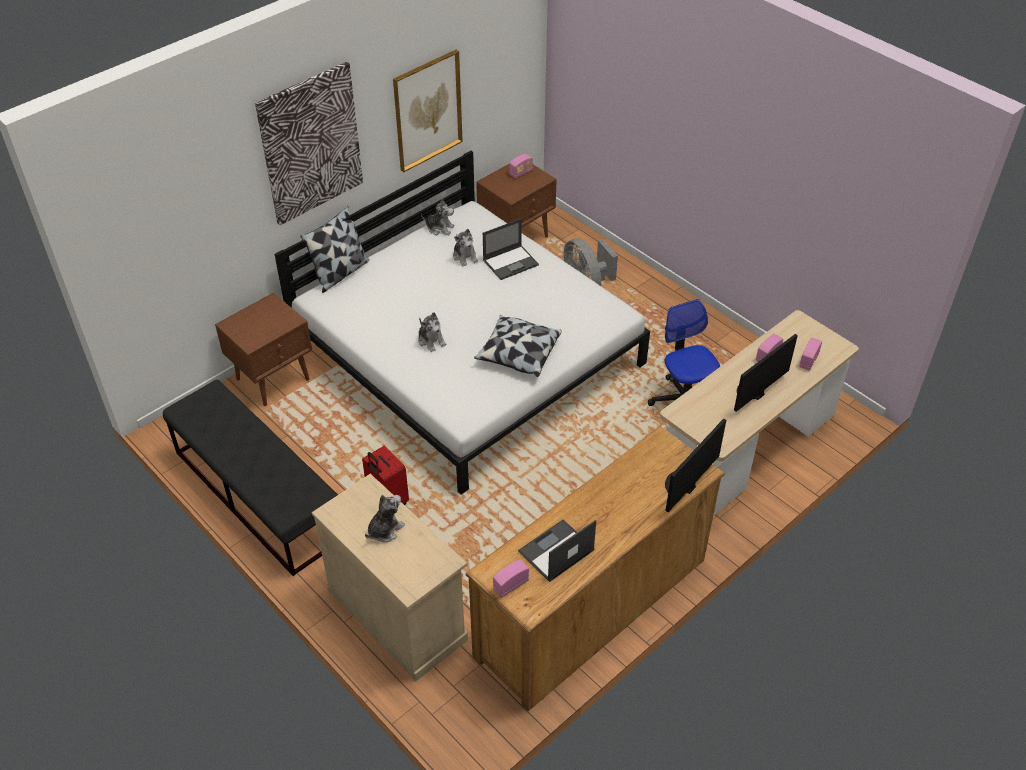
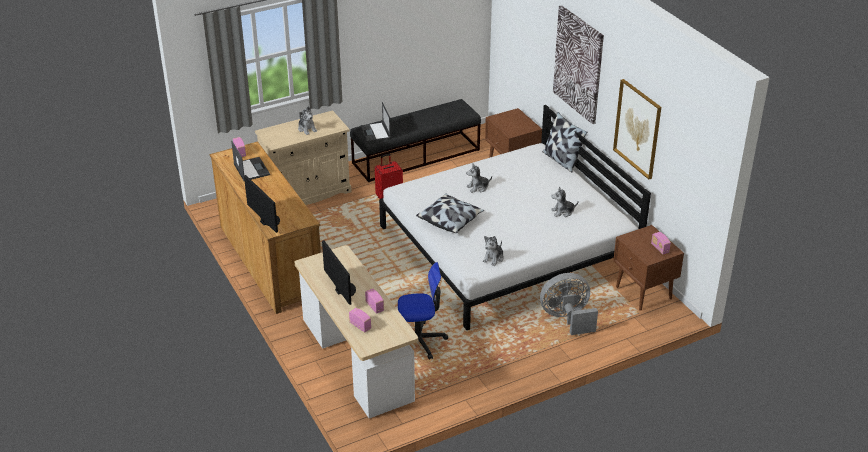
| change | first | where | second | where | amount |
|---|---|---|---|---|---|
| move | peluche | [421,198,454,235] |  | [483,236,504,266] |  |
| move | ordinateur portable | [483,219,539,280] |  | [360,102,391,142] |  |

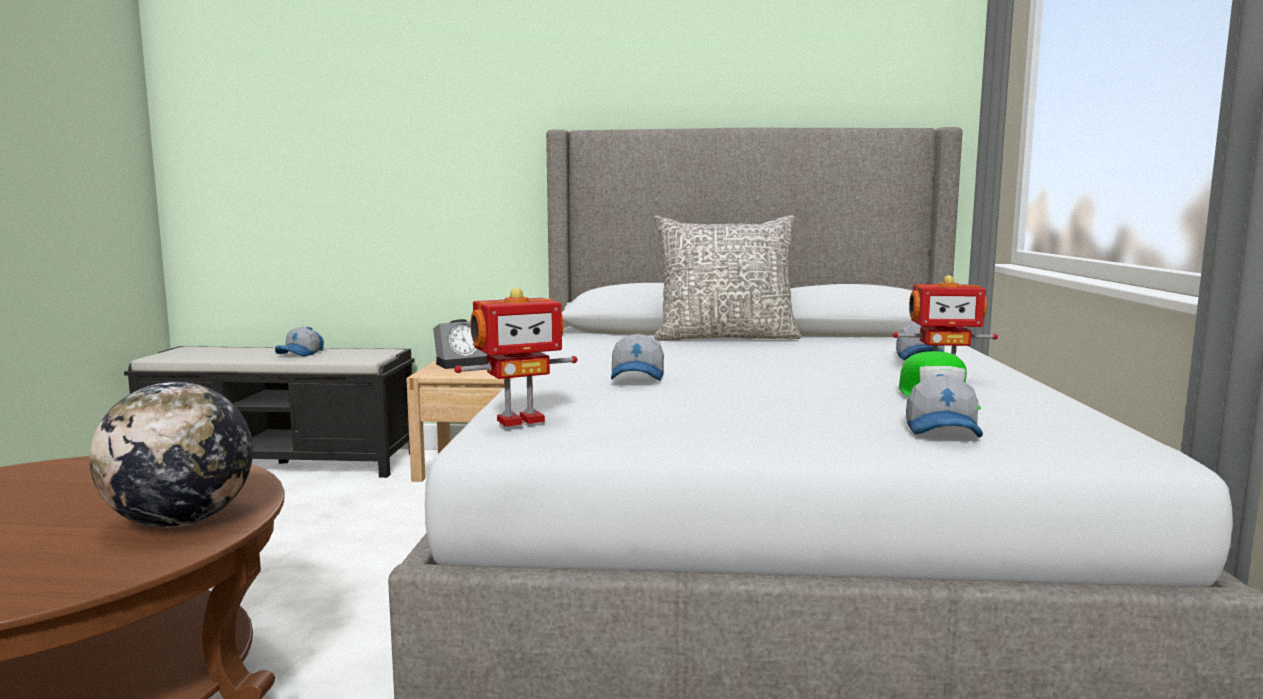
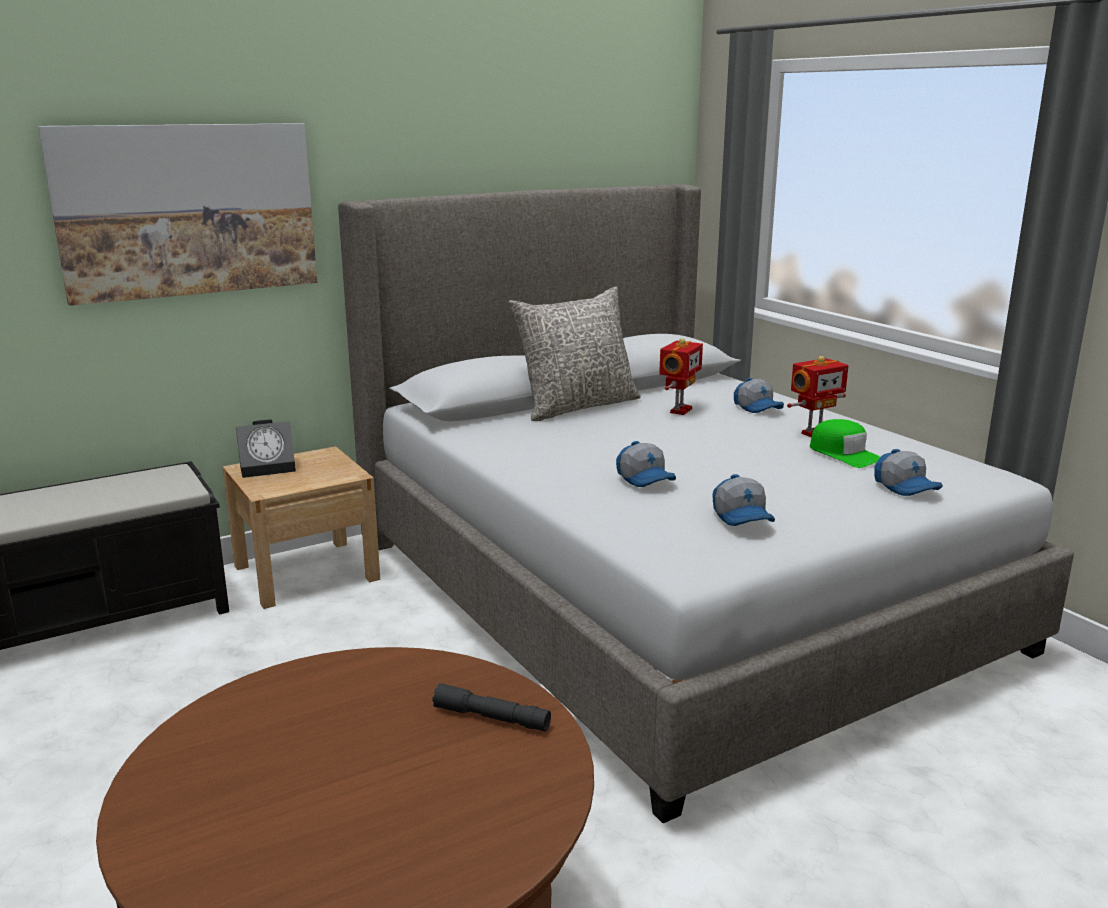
| change | first | where | second | where | amount |
|---|---|---|---|---|---|
| move | robot jouet | [454,288,578,427] |  | [659,338,703,415] |  |
| rotate | réveil | [433,319,488,369] |  | [236,420,296,478] | 45 degrees clockwise |
| move | casquette | [275,327,324,356] |  | [712,474,775,526] |  |
| replace | globe | [89,382,253,527] | lampe de poche [gris] | [432,683,551,731] |  |
| insert |  |  | tableau | [38,123,317,306] |  |

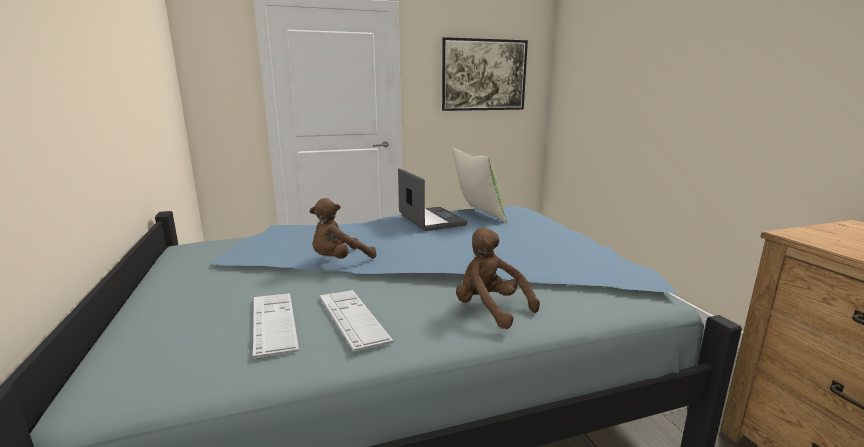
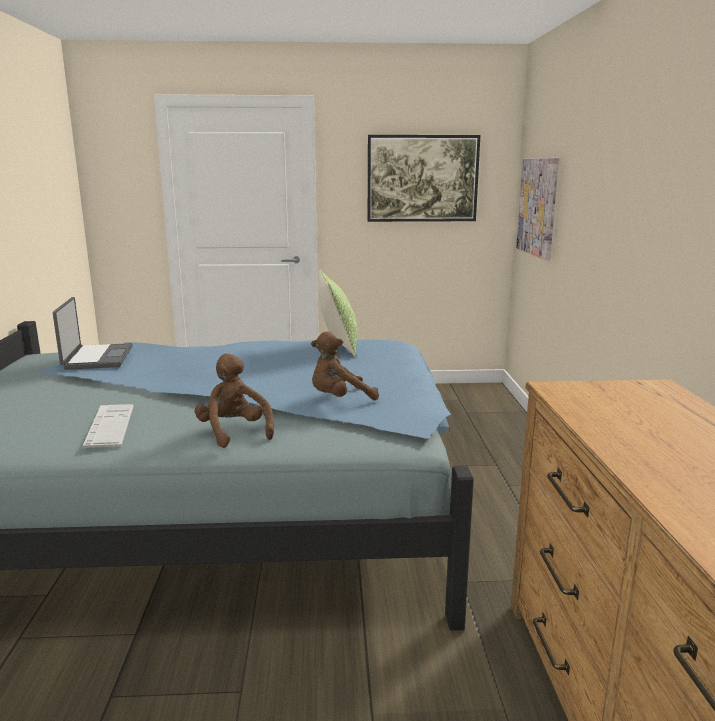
| change | first | where | second | where | amount |
|---|---|---|---|---|---|
| move | ordinateur portable | [398,168,467,231] |  | [53,297,133,370] |  |
| move | peluche [marron] | [309,198,377,259] |  | [311,332,379,400] |  |
| delete | clavier | [253,293,299,358] |  |  |  |
| insert |  |  | tableau | [516,158,559,260] |  |

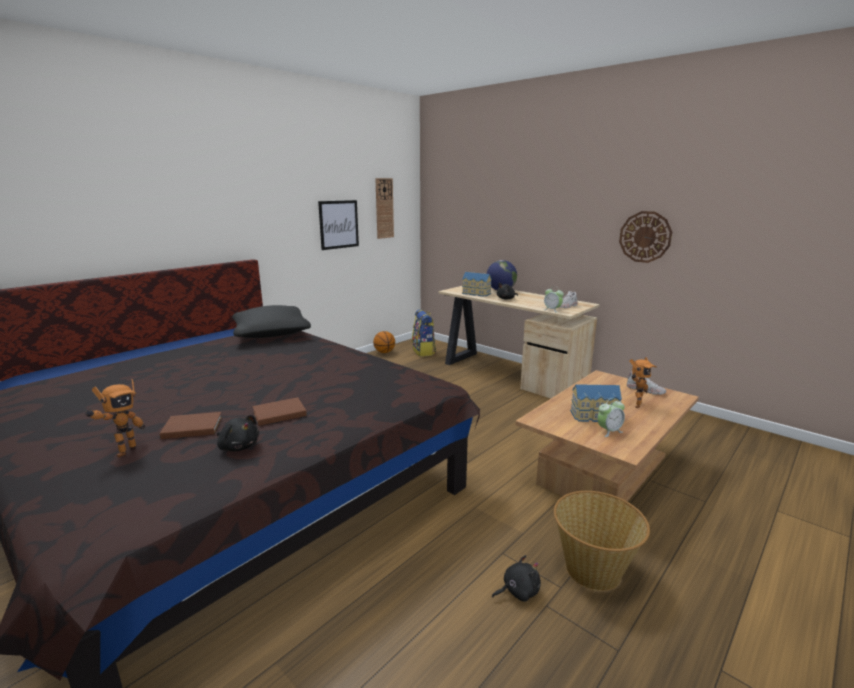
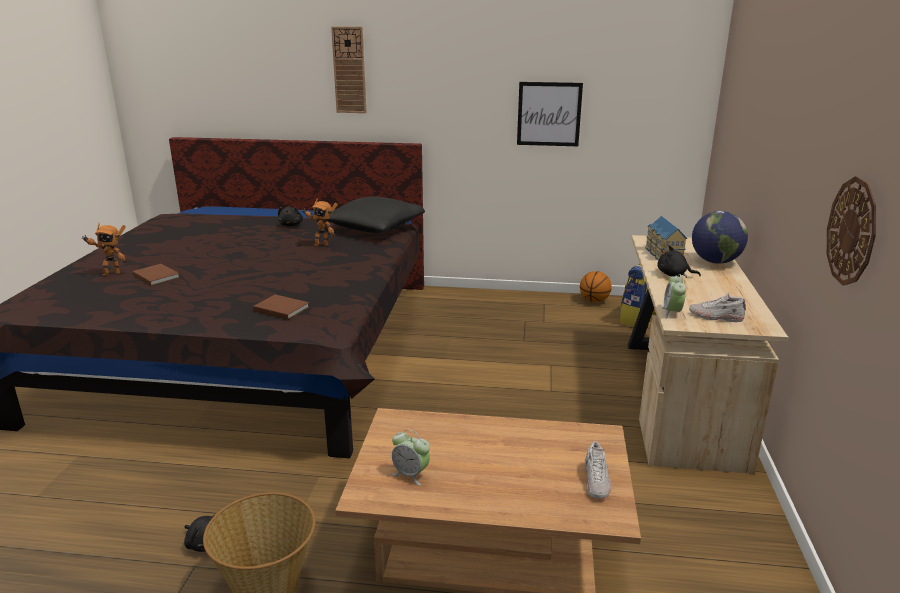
| change | first | where | second | where | amount |
|---|---|---|---|---|---|
| move | horloge murale | [375,178,394,239] |  | [331,26,367,113] |  |
| move | robot jouet | [629,357,657,408] |  | [301,198,338,247] |  |
| delete | maison miniature | [570,384,622,422] |  |  |  |
| move | livre [marron] | [252,397,307,426] |  | [253,295,309,320] |  |
| move | peluche [noir] | [217,415,259,451] |  | [278,207,303,226] |  |

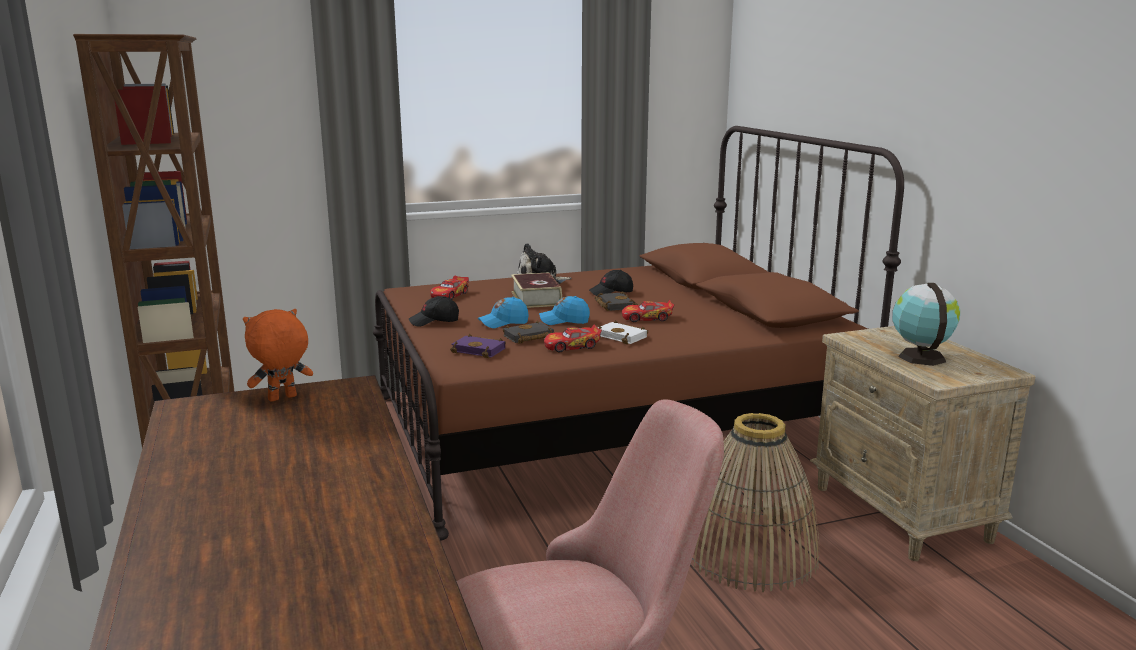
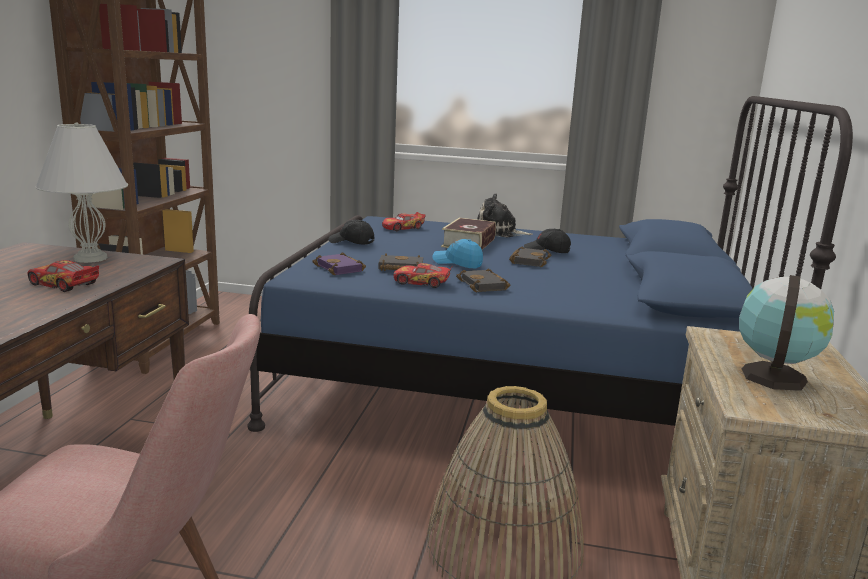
| change | first | where | second | where | amount |
|---|---|---|---|---|---|
| recolor | lit [marron] | [373,126,904,541] | lit [bleu] | [248,96,853,432] |  |
| delete | casquette [bleu] | [478,297,528,328] |  |  |  |
| move | petite voiture | [622,300,674,322] |  | [27,260,99,292] |  |
| replace | peluche [orange] | [243,309,313,402] | lampe de table [blanc] | [35,122,128,263] |  |
| recolor | livre [blanc] | [598,320,648,344] | livre [noir] | [456,268,510,292] |  |

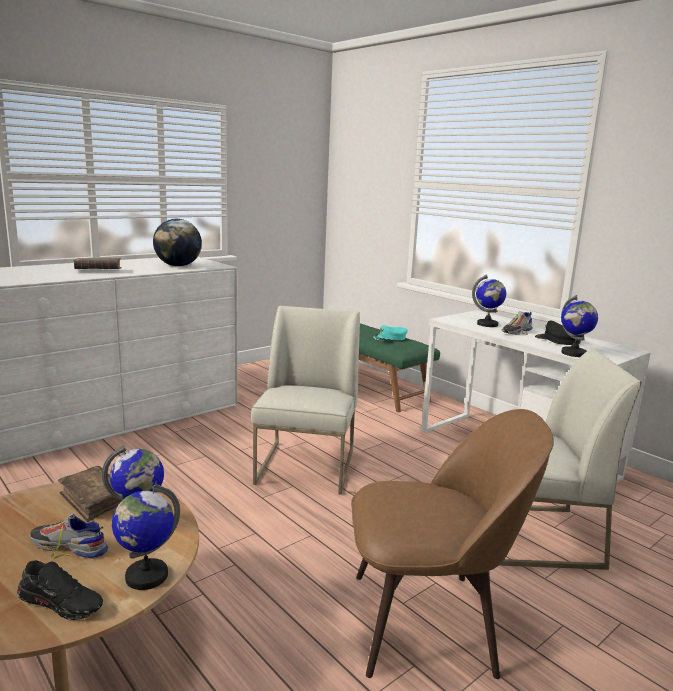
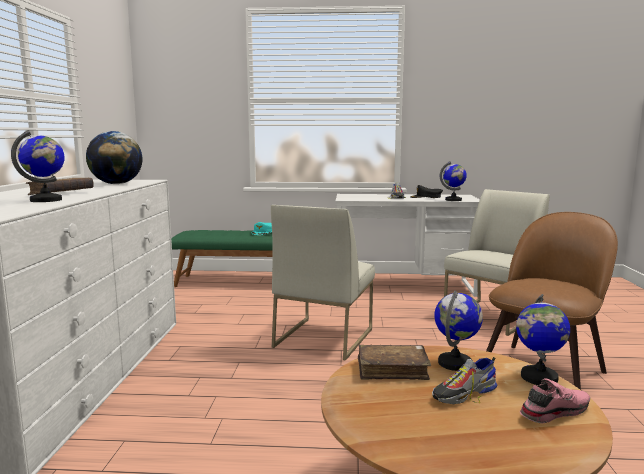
| change | first | where | second | where | amount |
|---|---|---|---|---|---|
| move | globe | [472,275,506,327] |  | [11,130,64,202] |  |
| rotate | chaise [blanc] | [251,306,360,495] |  | [271,205,375,360] | 120 degrees counterclockwise |
| recolor | chaussure [noir] | [17,561,103,620] | chaussure [rose] | [520,378,590,423] |  |

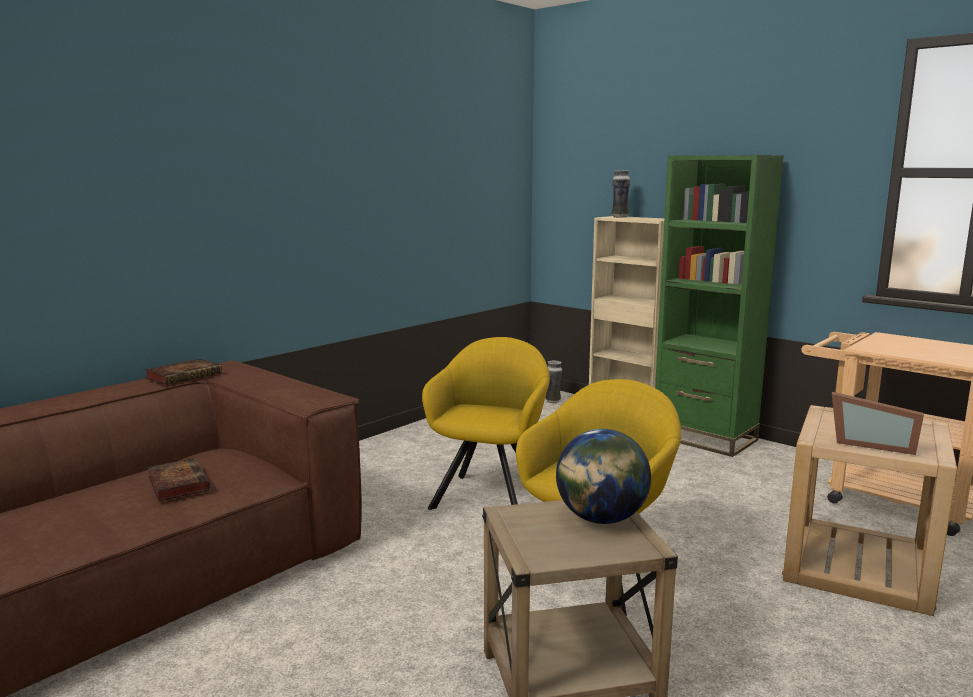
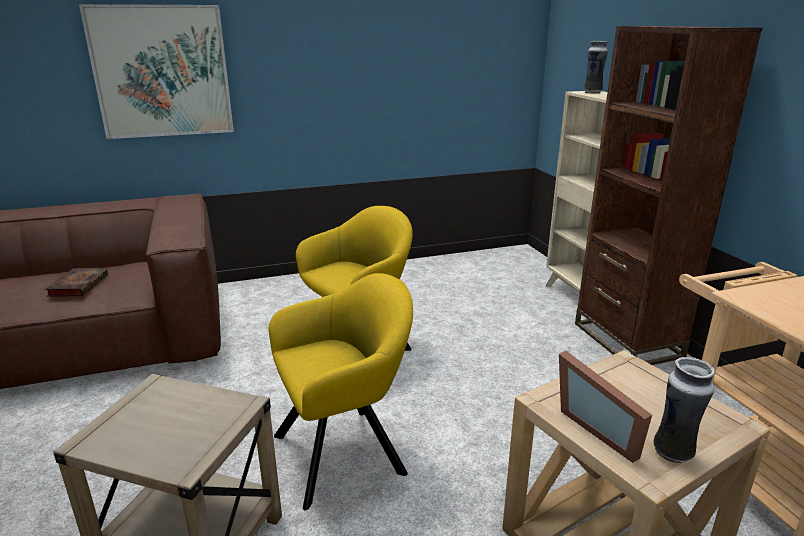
| change | first | where | second | where | amount |
|---|---|---|---|---|---|
| recolor | bibliothèque [vert] | [655,155,784,457] | bibliothèque [marron] | [575,26,763,365] |  |
| delete | livre | [145,359,222,385] |  |  |  |
| move | vase | [545,360,562,403] |  | [654,357,715,463] |  |
| delete | globe | [556,429,651,524] |  |  |  |
| insert |  |  | tableau | [79,4,234,139] |  |

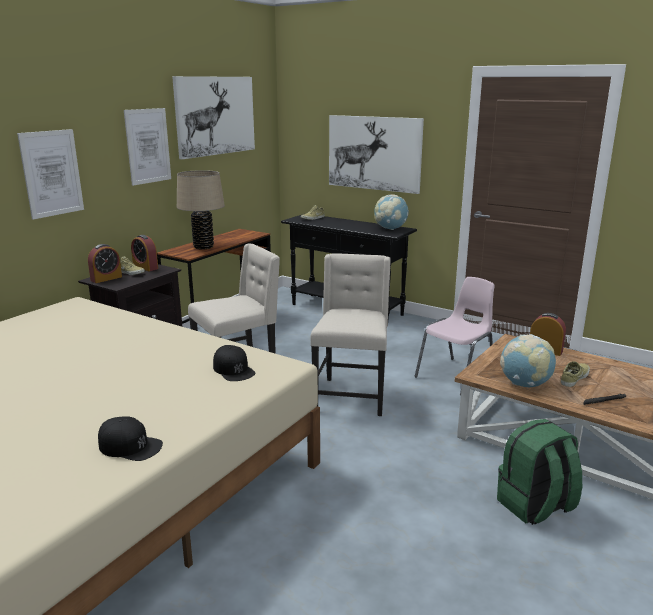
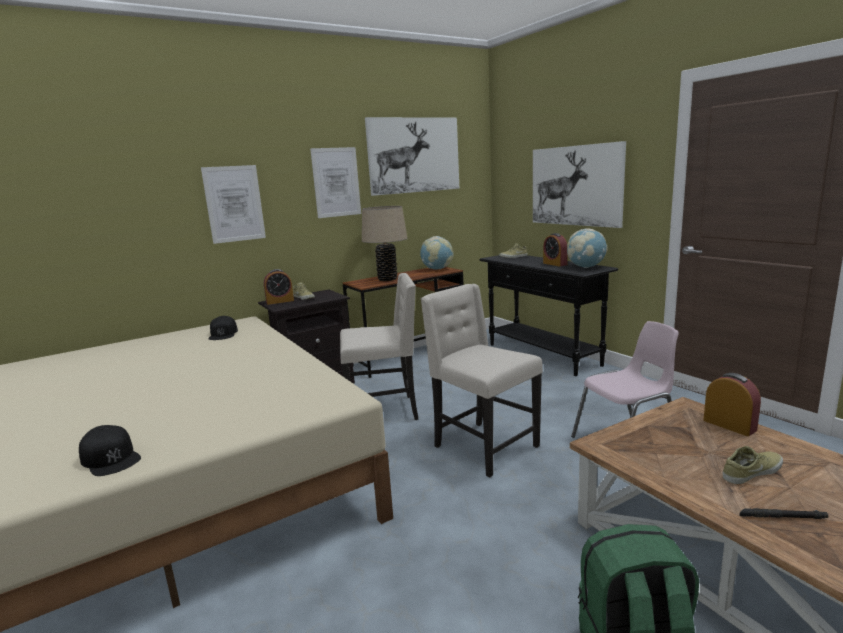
| change | first | where | second | where | amount |
|---|---|---|---|---|---|
| move | réveil | [131,235,158,271] |  | [543,233,568,266] |  |
| rotate | chaise [beige] | [311,253,391,416] |  | [420,284,543,477] | 75 degrees counterclockwise |
| move | globe | [500,334,556,387] |  | [420,236,454,270] |  |
| move | casquette [noir] | [213,345,256,381] |  | [208,316,238,340] |  |

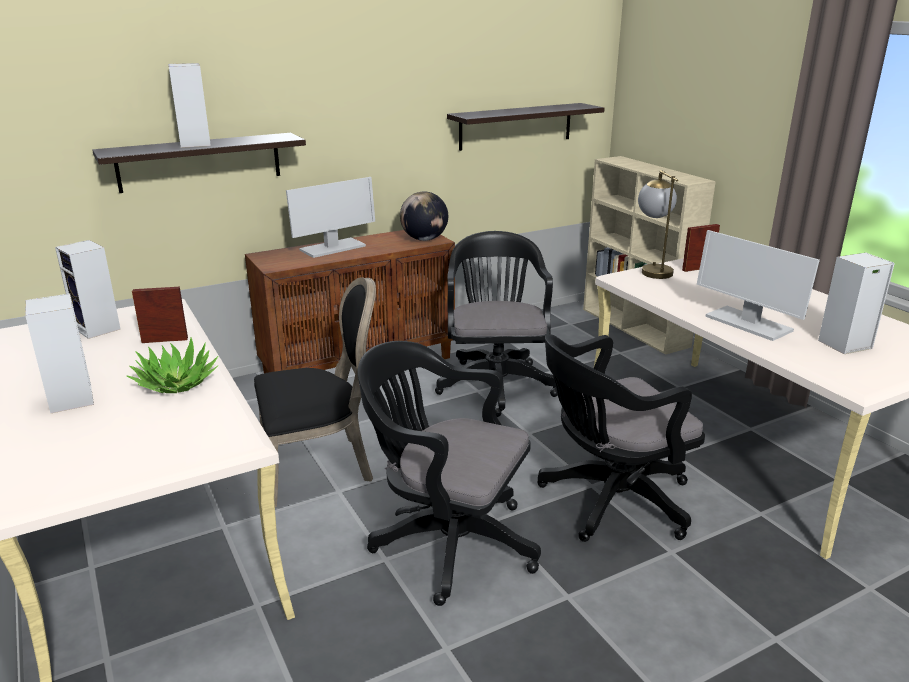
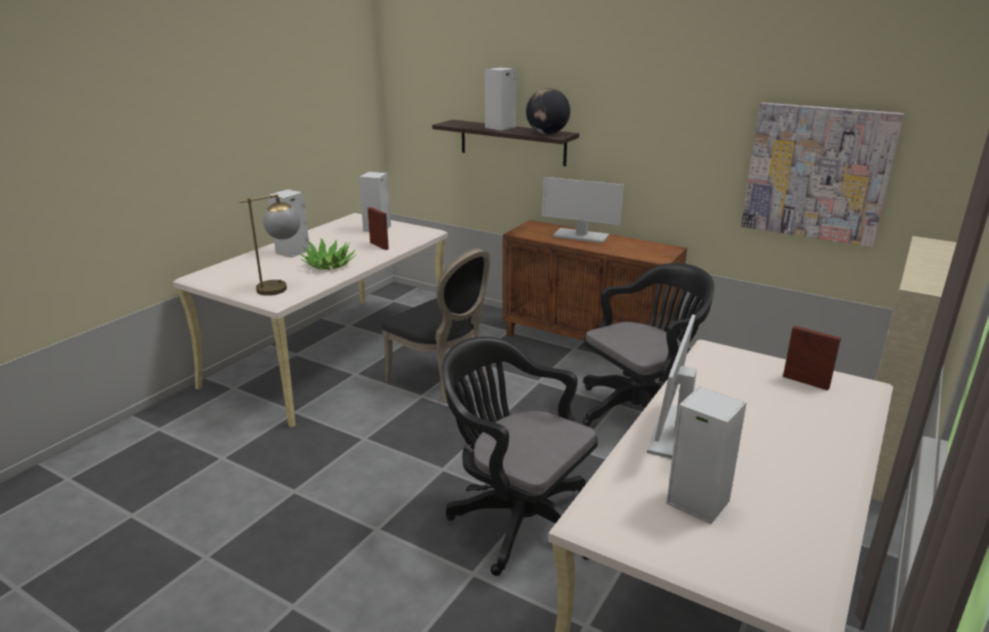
| change | first | where | second | where | amount |
|---|---|---|---|---|---|
| replace | étagère | [447,103,605,151] | tableau | [741,102,904,247] |  |
| move | lampe de table | [638,170,678,279] |  | [240,194,300,296] |  |
| move | globe | [400,191,448,241] |  | [526,88,570,134] |  |
| delete | chaise de bureau [noir] | [358,341,541,606] |  |  |  |

